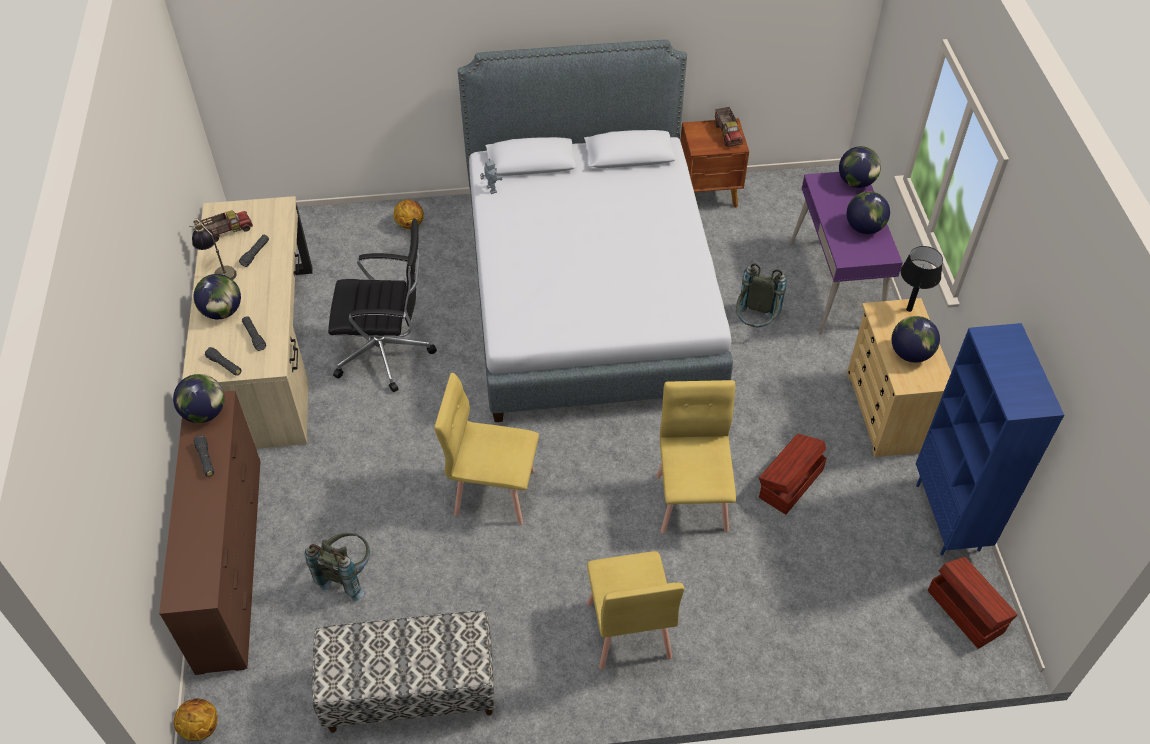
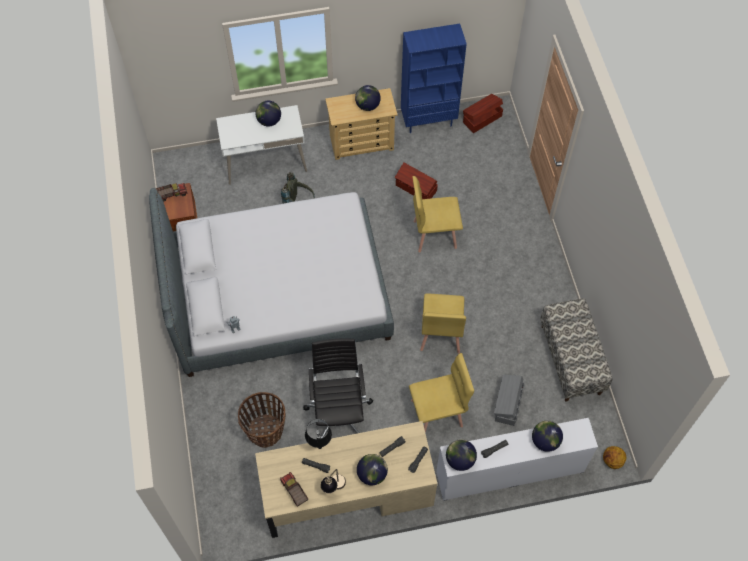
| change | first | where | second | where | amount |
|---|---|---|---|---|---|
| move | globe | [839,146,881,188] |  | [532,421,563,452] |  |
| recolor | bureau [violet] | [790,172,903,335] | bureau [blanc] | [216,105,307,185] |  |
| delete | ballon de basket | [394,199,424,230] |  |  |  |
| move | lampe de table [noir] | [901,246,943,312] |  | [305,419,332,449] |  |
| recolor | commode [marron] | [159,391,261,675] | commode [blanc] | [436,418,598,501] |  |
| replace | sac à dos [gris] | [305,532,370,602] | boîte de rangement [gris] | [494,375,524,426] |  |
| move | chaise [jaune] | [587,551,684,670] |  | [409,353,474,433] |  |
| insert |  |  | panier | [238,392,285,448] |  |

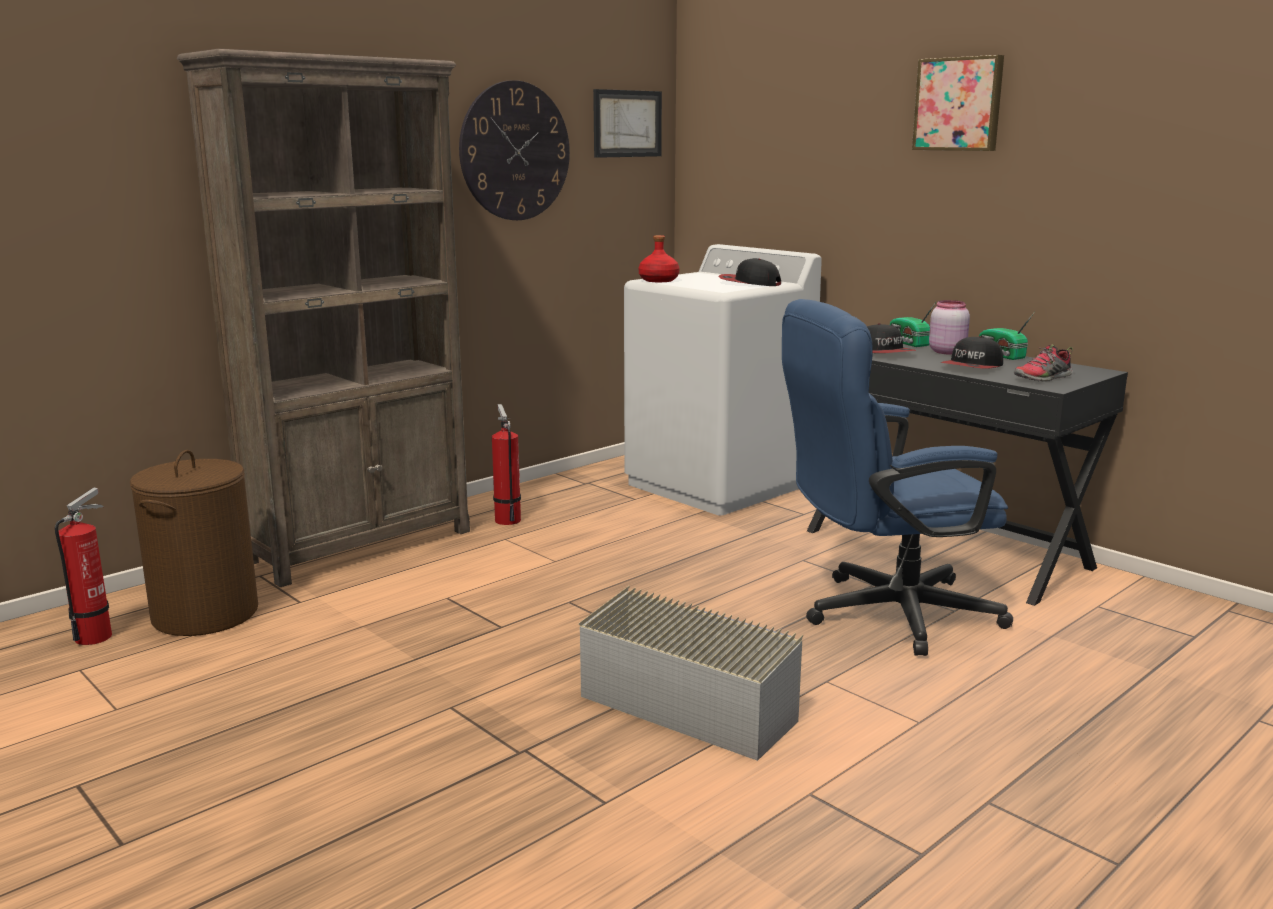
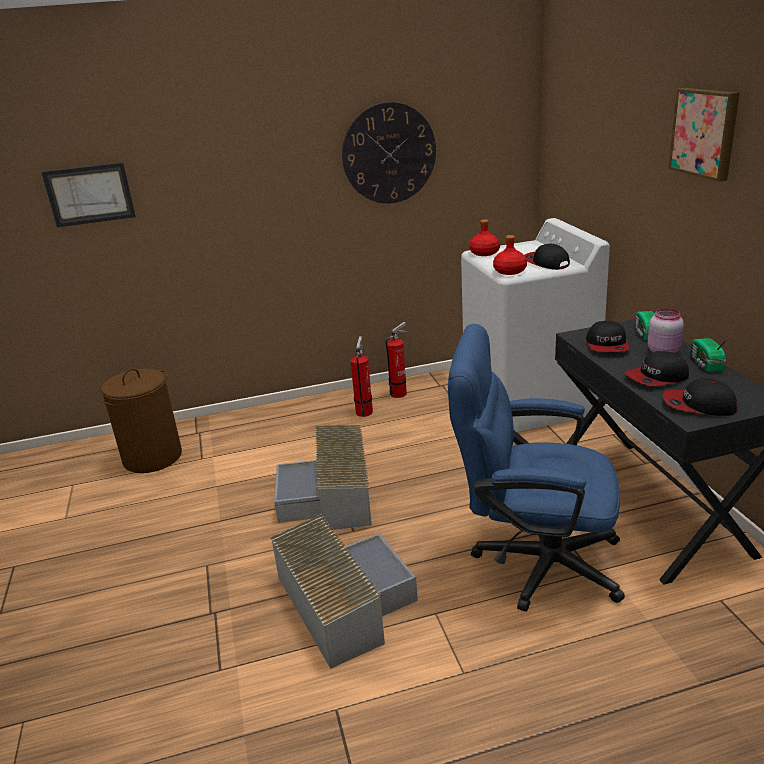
| change | first | where | second | where | amount |
|---|---|---|---|---|---|
| delete | bibliothèque [marron] | [177,49,470,587] |  |  |  |
| move | tableau | [593,89,662,158] |  | [42,163,136,227] |  |
| replace | chaussure | [1014,344,1073,382] | casquette | [663,378,737,416] |  |
| move | extincteur | [55,488,112,645] |  | [386,322,408,398] |  |
| insert |  |  | bouteille [rouge] | [493,235,527,275] |  |
| insert |  |  | boîte de rangement [gris] | [274,425,372,530] |  |

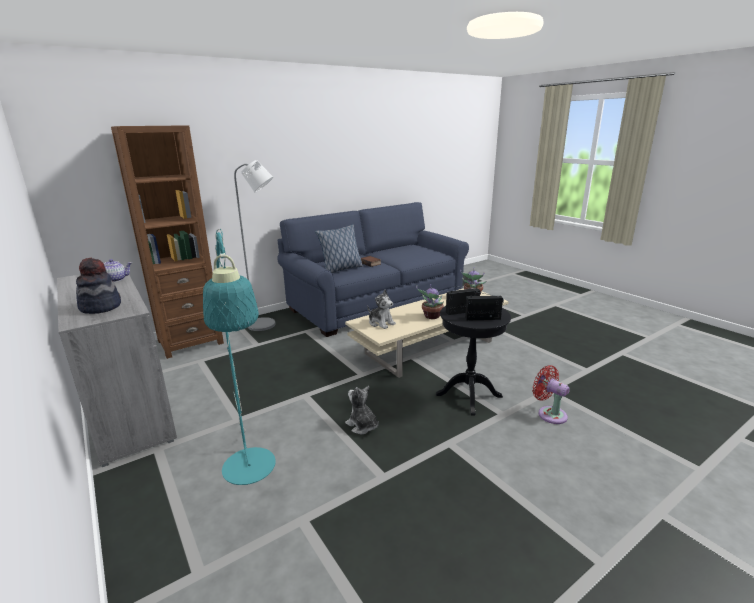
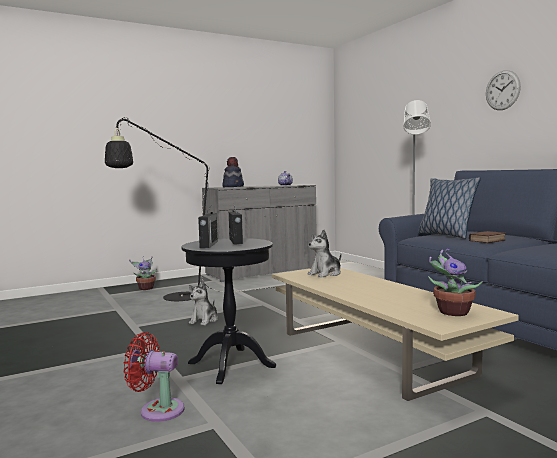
| change | first | where | second | where | amount |
|---|---|---|---|---|---|
| delete | bibliothèque [marron] | [111,125,224,359] |  |  |  |
| recolor | lampadaire [turquoise] | [203,229,276,485] | lampadaire [noir] | [105,117,275,301] |  |
| move | plante en pot | [416,284,444,319] |  | [129,256,157,290] |  |
| rotate | ventilateur [rouge] | [533,365,570,424] |  | [123,332,185,422] | 135 degrees counterclockwise |
| rotate | peluche | [345,386,379,434] |  | [189,280,218,325] | 150 degrees clockwise |
| insert |  |  | horloge murale | [486,70,521,110] |  |

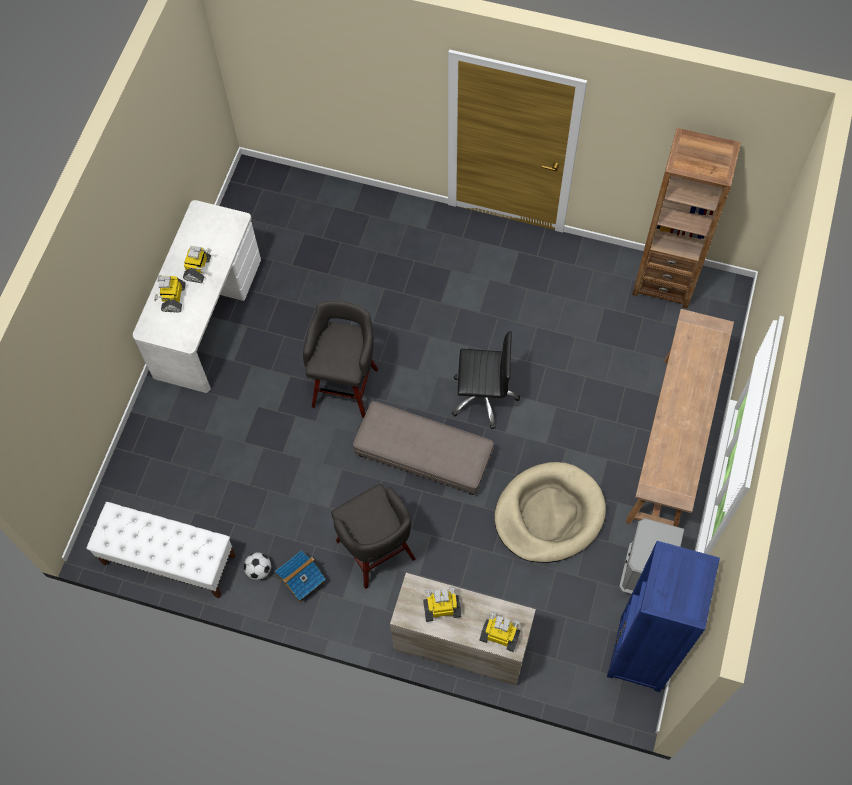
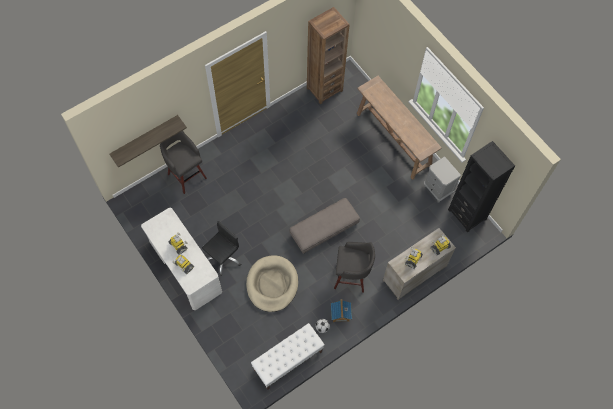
| change | first | where | second | where | amount |
|---|---|---|---|---|---|
| move | tabouret [gris] | [303,300,378,418] |  | [160,131,207,194] |  |
| move | chaise de bureau [noir] | [452,331,520,429] |  | [202,221,241,276] |  |
| move | panier pour chien [beige] | [494,462,606,563] |  | [246,255,298,312] |  |
| recolor | bibliothèque [bleu] | [607,541,720,692] | bibliothèque [noir] | [448,141,515,232] |  |
| insert |  |  | étagère | [109,115,187,168] |  |

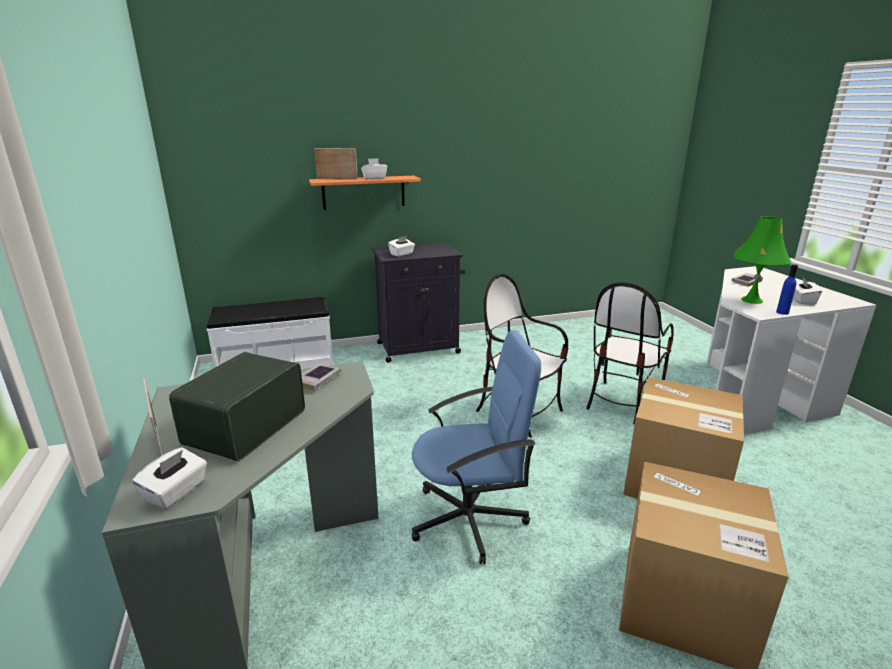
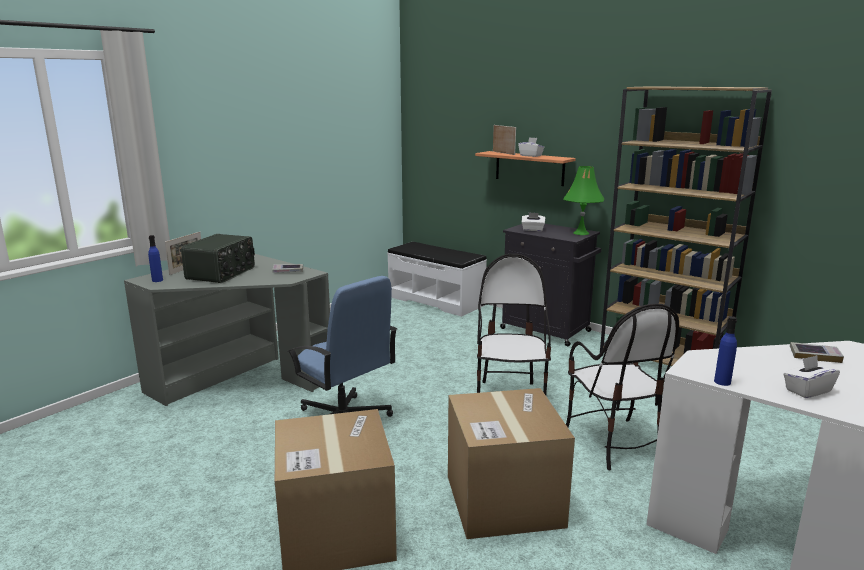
| change | first | where | second | where | amount |
|---|---|---|---|---|---|
| move | lampe de table [vert] | [734,216,792,304] |  | [563,166,604,235] |  |
| rotate | chaise | [586,282,674,425] |  | [566,303,679,471] | 105 degrees counterclockwise |
| rotate | radio | [169,352,305,461] |  | [181,234,255,283] | 120 degrees clockwise |
| replace | boîte à mouchoirs [blanc] | [132,447,207,509] | bouteille [bleu] | [148,235,163,282] |  |
| insert |  |  | bibliothèque [marron] | [600,86,772,366] |  |

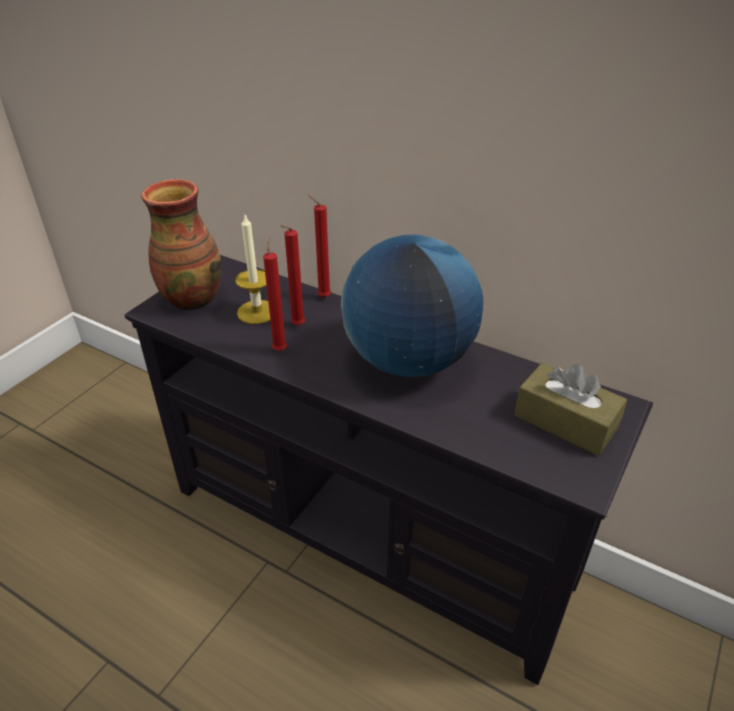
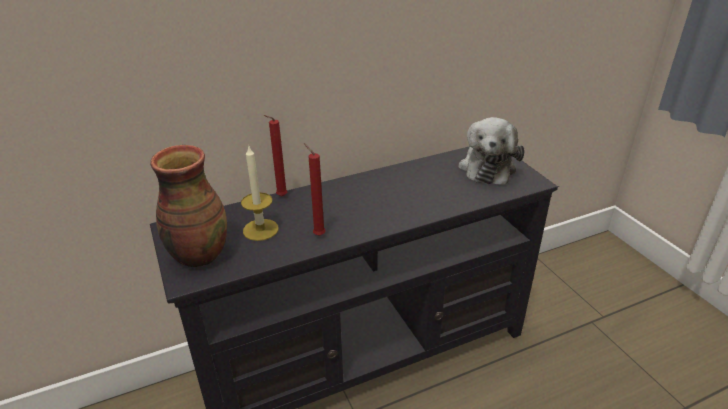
| change | first | where | second | where | amount |
|---|---|---|---|---|---|
| delete | bougie [rouge] | [280,225,305,326] |  |  |  |
| delete | globe | [341,234,483,377] |  |  |  |
| replace | boîte à mouchoirs [marron] | [514,363,627,456] | peluche | [458,117,524,185] |  |

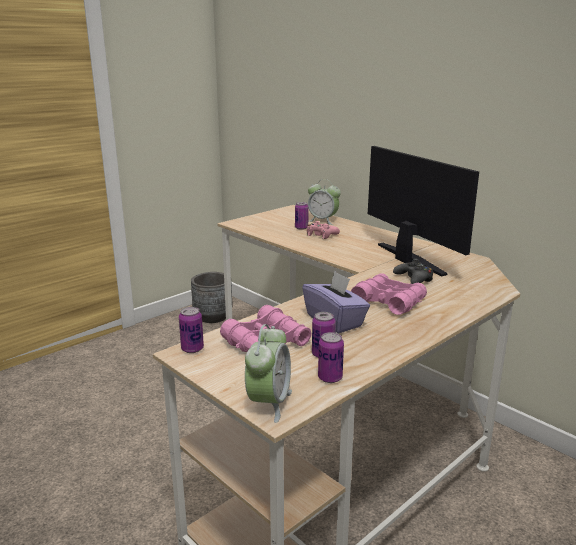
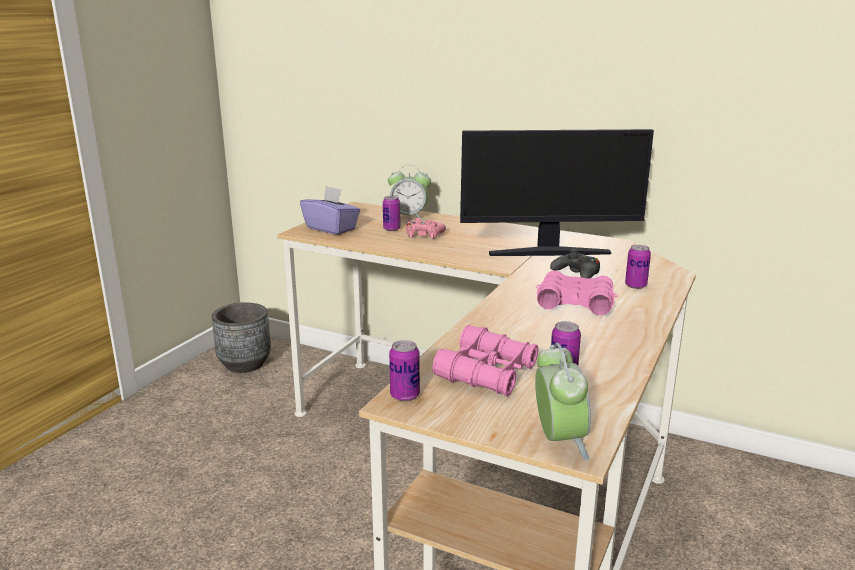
| change | first | where | second | where | amount |
|---|---|---|---|---|---|
| rotate | écran d'ordinateur | [368,146,479,276] |  | [460,129,654,256] | 135 degrees clockwise |
| move | boîte à mouchoirs [violet] | [302,271,370,334] |  | [300,186,360,235] |  |
| move | boîte métallique | [318,332,344,383] |  | [625,245,651,289] |  |

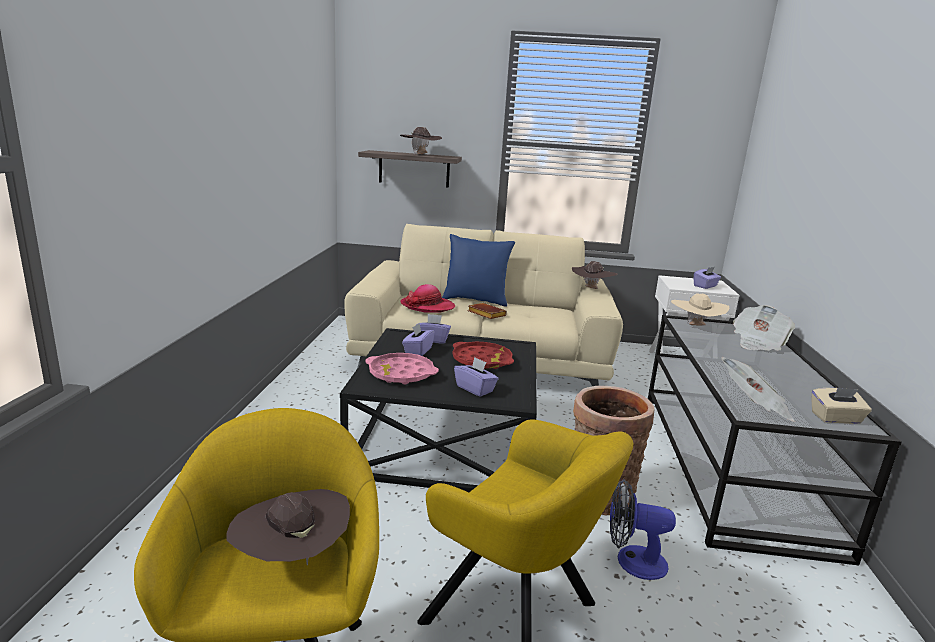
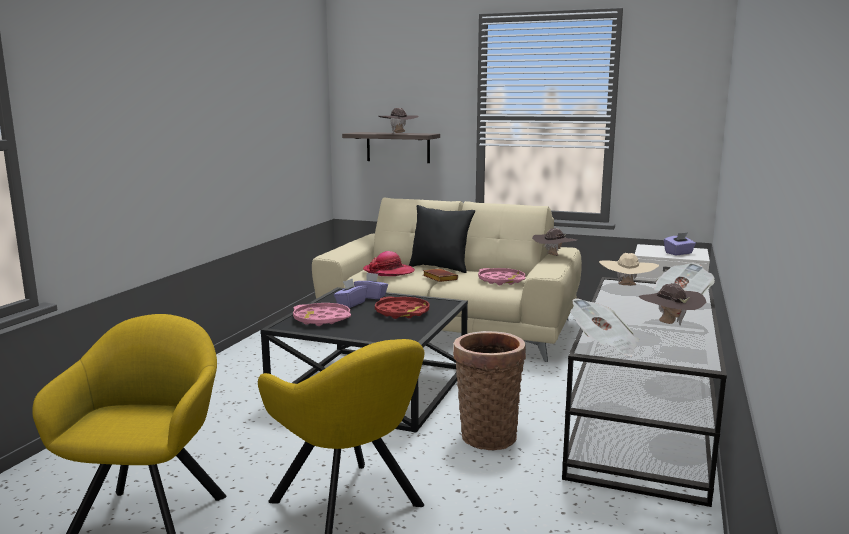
| change | first | where | second | where | amount |
|---|---|---|---|---|---|
| recolor | coussin [bleu] | [442,234,515,307] | coussin [noir] | [409,205,475,273] |  |
| delete | boîte à mouchoirs [violet] | [454,357,499,397] |  |  |  |
| delete | boîte à mouchoirs [beige] | [812,387,872,424] |  |  |  |
| delete | ventilateur | [610,479,676,580] |  |  |  |
| move | chapeau [marron] | [227,489,350,565] |  | [639,283,707,326] |  |
| insert |  |  | plateau [rose] | [478,268,525,285] |  |

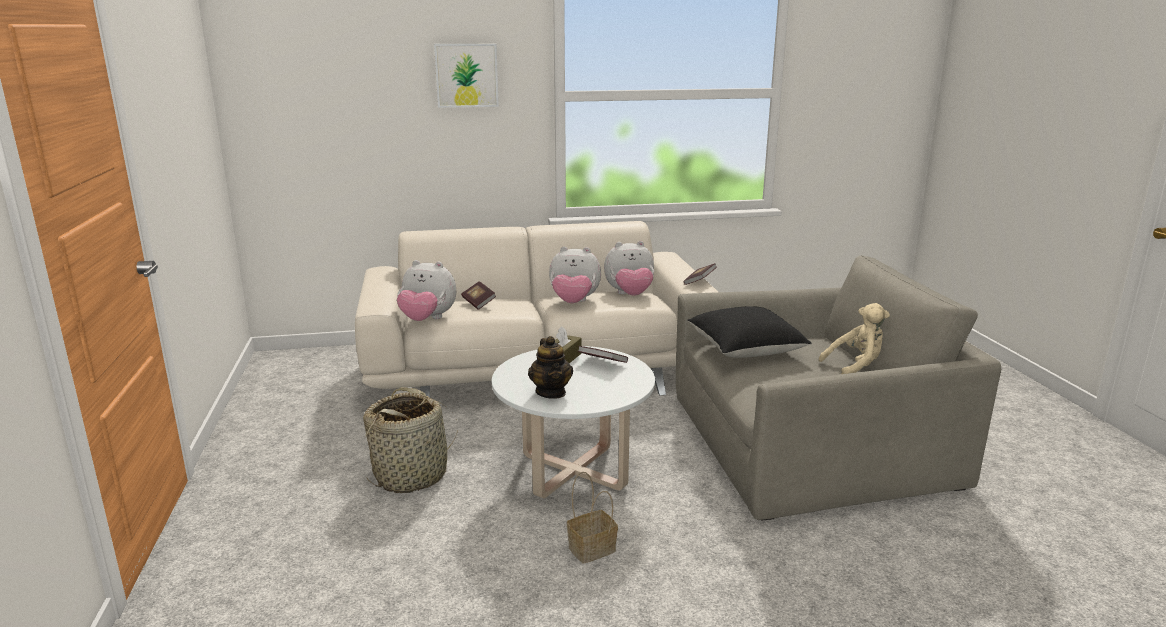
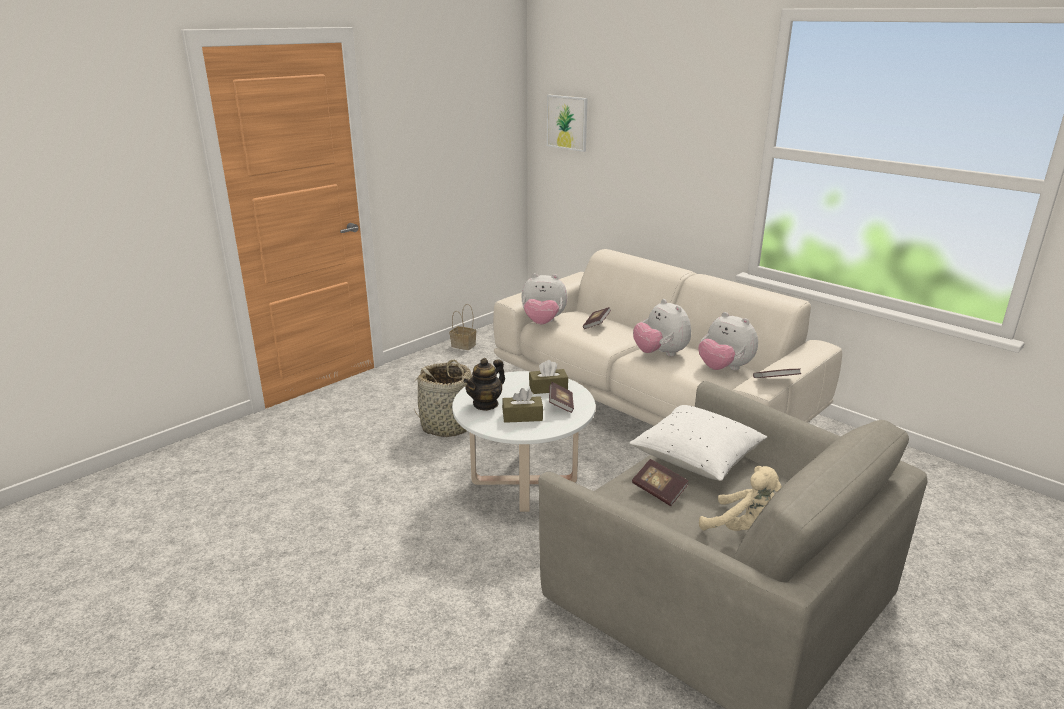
| change | first | where | second | where | amount |
|---|---|---|---|---|---|
| move | tableau | [434,44,499,108] |  | [547,95,588,152] |  |
| rotate | peluche | [397,260,456,321] |  | [521,273,567,324] | 60 degrees counterclockwise |
| recolor | coussin [noir] | [687,306,812,358] | coussin [blanc] | [629,405,767,481] |  |
| move | panier | [567,472,618,564] |  | [450,304,476,350] |  |
| insert |  |  | boîte à mouchoirs [marron] | [502,388,543,423] |  |
| insert |  |  | livre | [632,459,689,506] |  |

